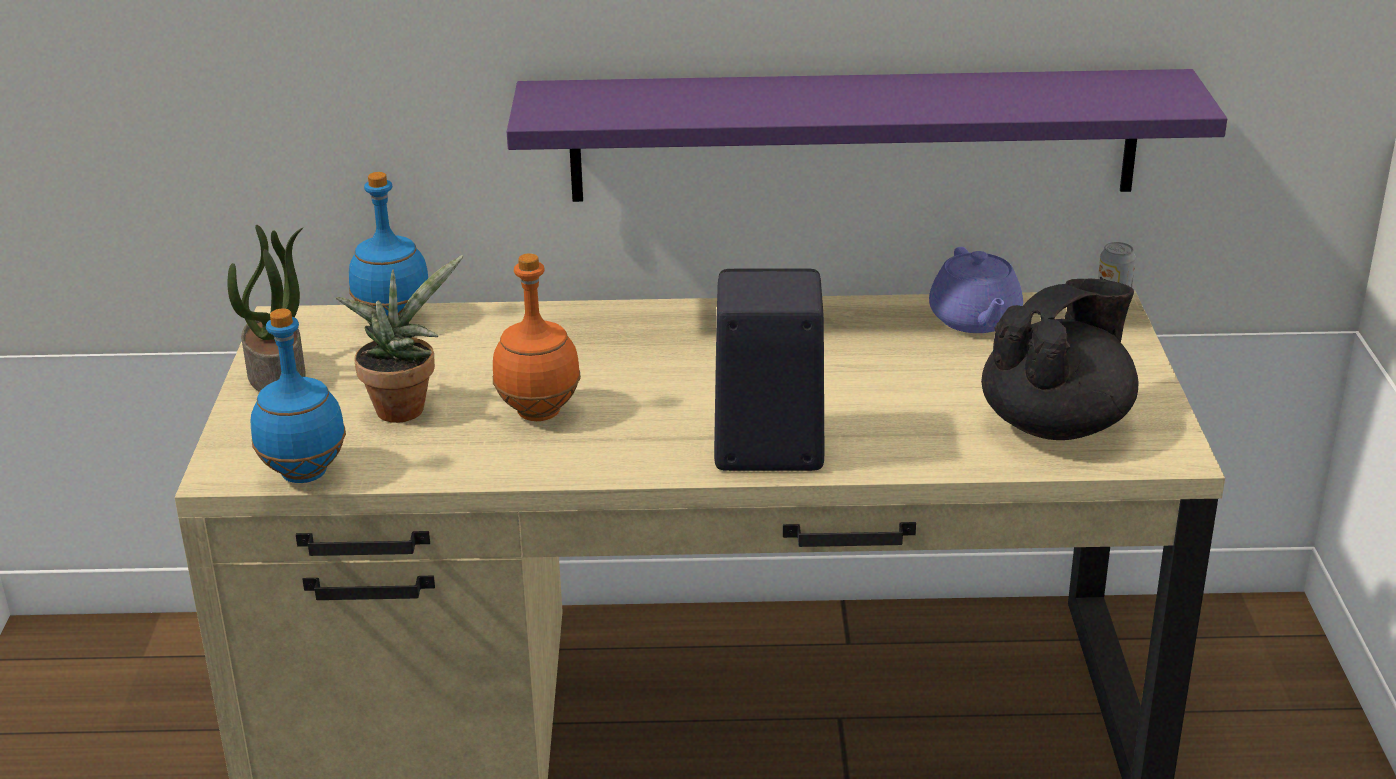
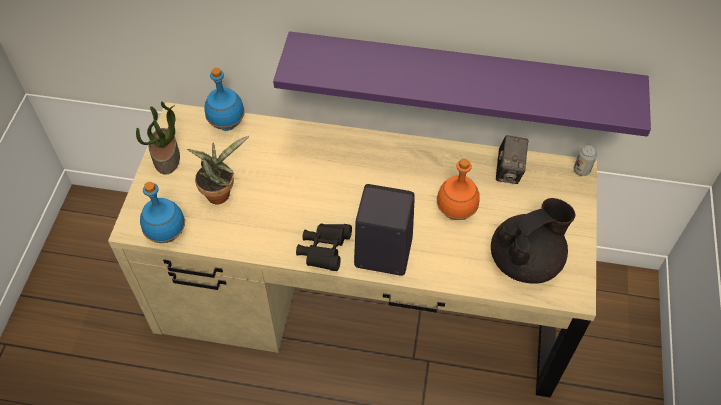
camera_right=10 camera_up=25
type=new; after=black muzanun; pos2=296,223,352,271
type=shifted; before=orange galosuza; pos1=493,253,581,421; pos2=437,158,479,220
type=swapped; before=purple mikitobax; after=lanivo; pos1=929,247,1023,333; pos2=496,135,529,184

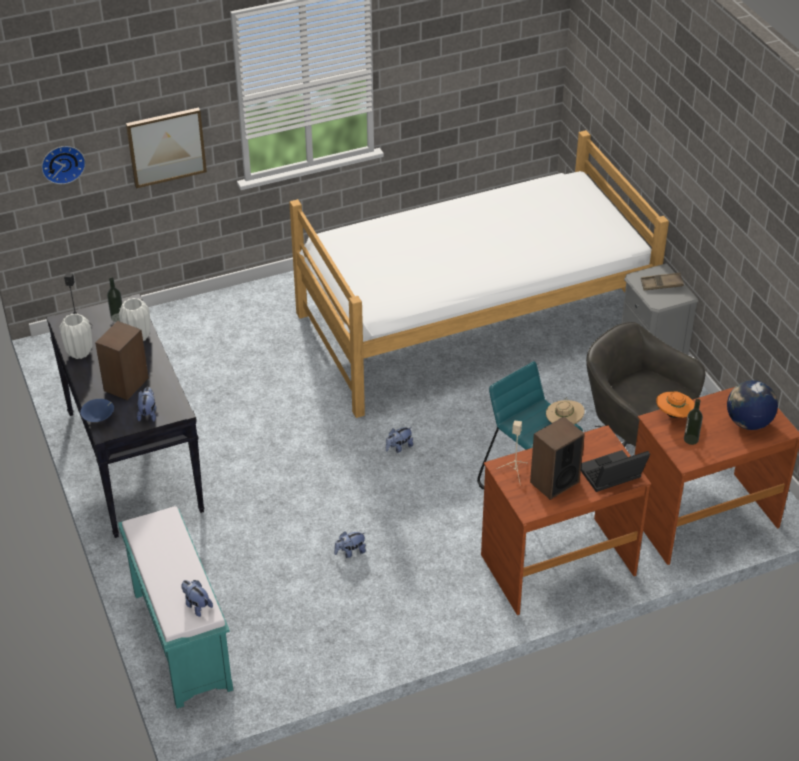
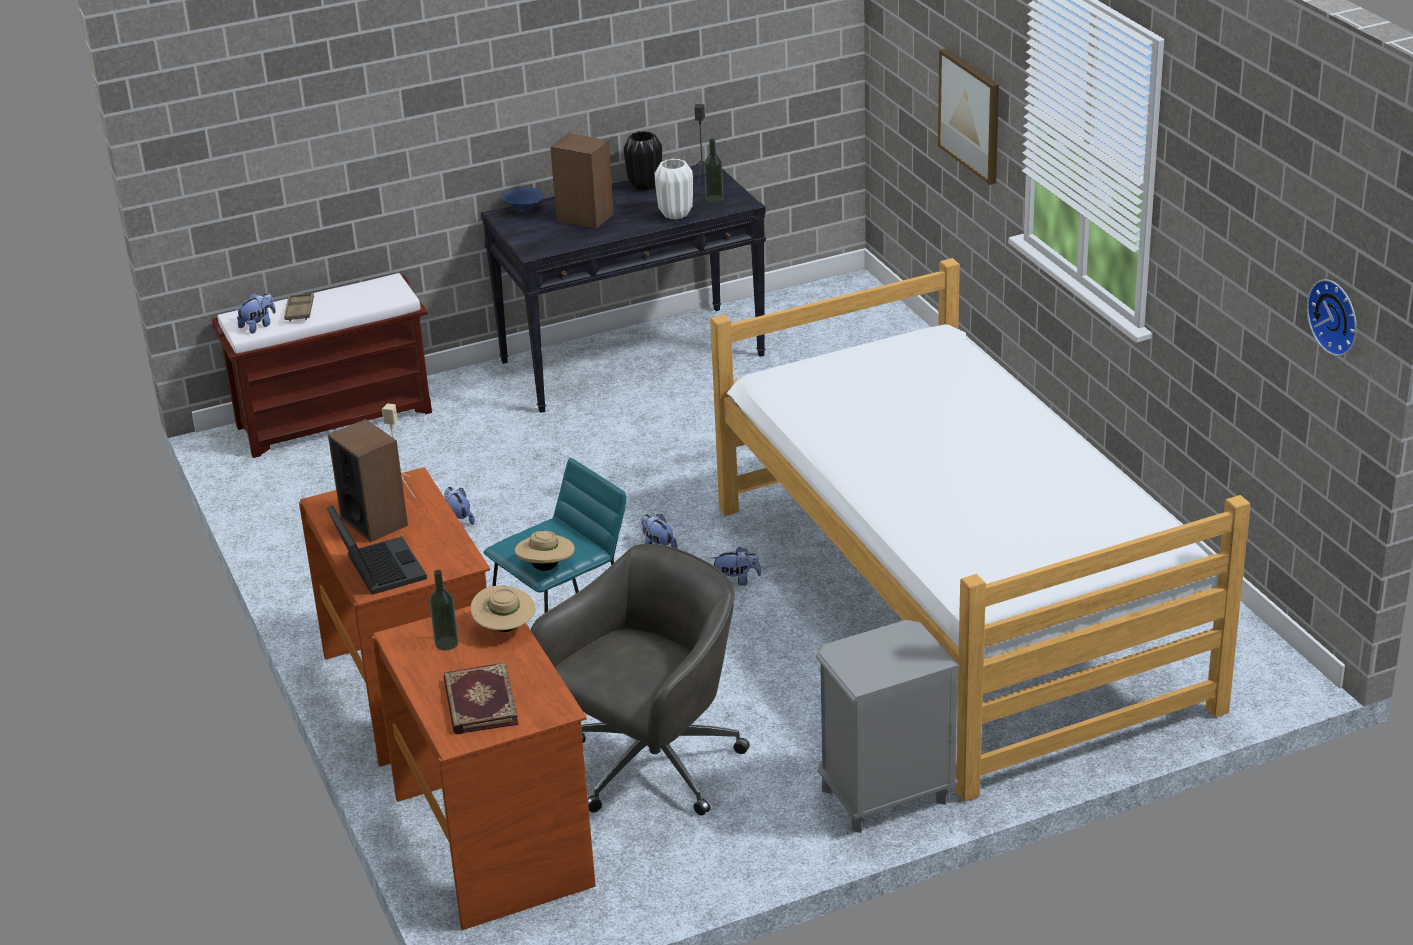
camera_right=90 camera_up=-10
type=repainted; before=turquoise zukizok; after=brown zukizok; pos1=118,506,233,709; pos2=212,273,432,458
type=shifted; before=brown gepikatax; pos1=641,273,684,290; pos2=284,293,314,321
type=swapped; before=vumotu; after=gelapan; pos1=727,380,778,430; pos2=443,662,519,734
type=repainted; before=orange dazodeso; after=beige dazodeso; pos1=656,391,695,418; pos2=471,585,535,632
type=repainted; before=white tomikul; after=black tomikul; pos1=59,313,93,359; pos2=624,131,662,191
type=shifted; before=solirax; pos1=137,387,156,421; pos2=712,547,761,586
type=shifted; before=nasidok; pos1=41,146,86,184; pos2=1307,279,1357,356

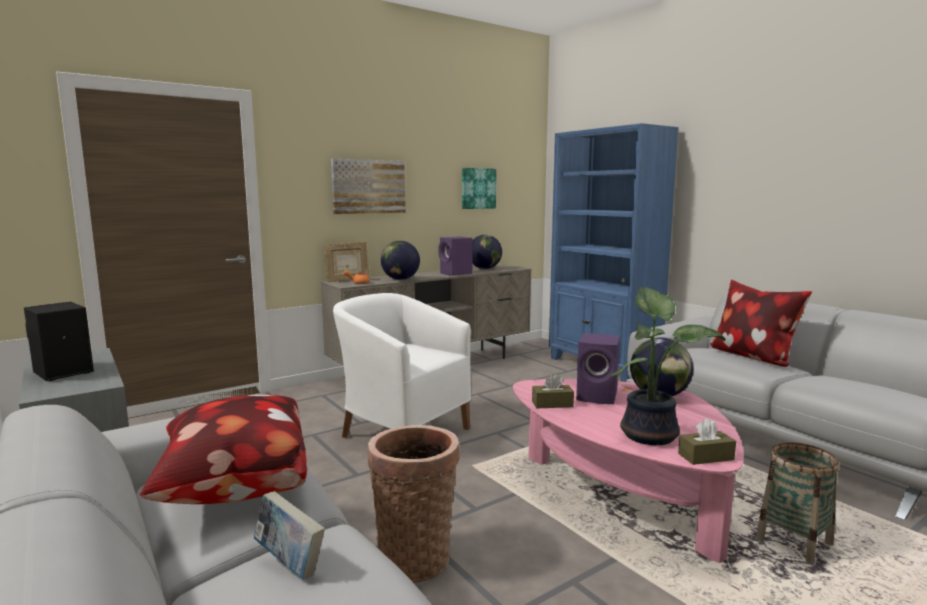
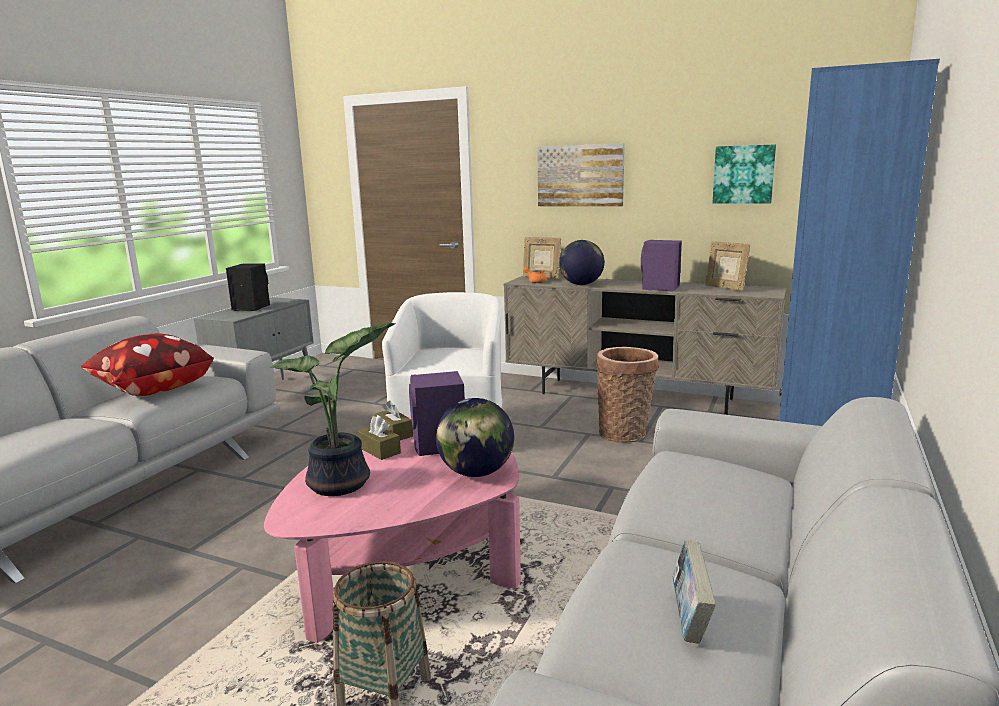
camera_right=60 camera_up=5
type=shifted; before=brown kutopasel; pos1=678,418,736,465; pos2=357,415,401,460
type=shifted; before=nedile; pos1=368,425,459,583; pos2=596,347,659,443
type=shifted; before=gelapan; pos1=254,491,325,580; pos2=672,540,716,644
type=swapped; before=vumotu; after=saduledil; pos1=472,235,502,269; pos2=706,241,750,291
type=gone; before=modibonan; pos1=709,280,812,367

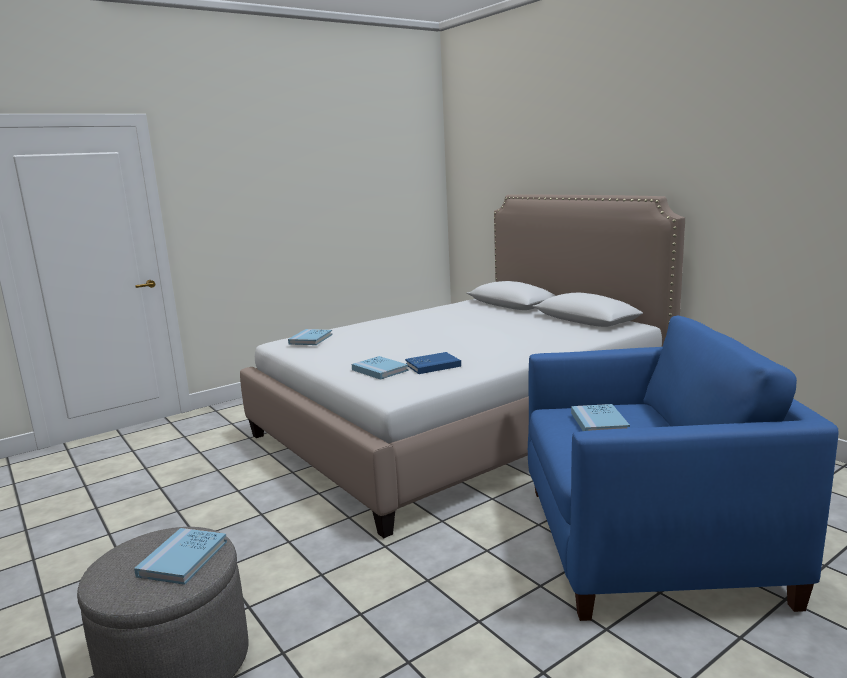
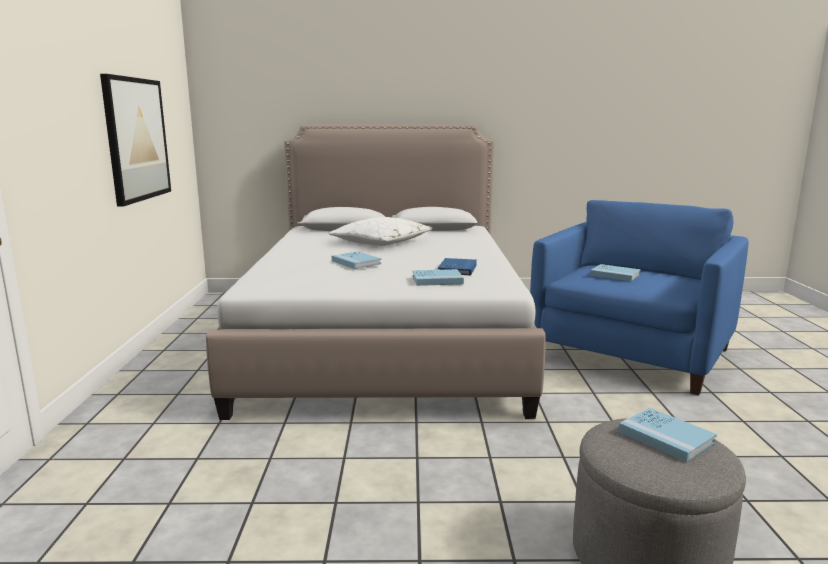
camera_right=-55 camera_up=0
type=new; after=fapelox; pos2=100,74,171,206
type=new; after=white modibonan; pos2=329,217,433,246
type=shifted; before=blue gelapan; pos1=288,329,332,345; pos2=332,251,381,269

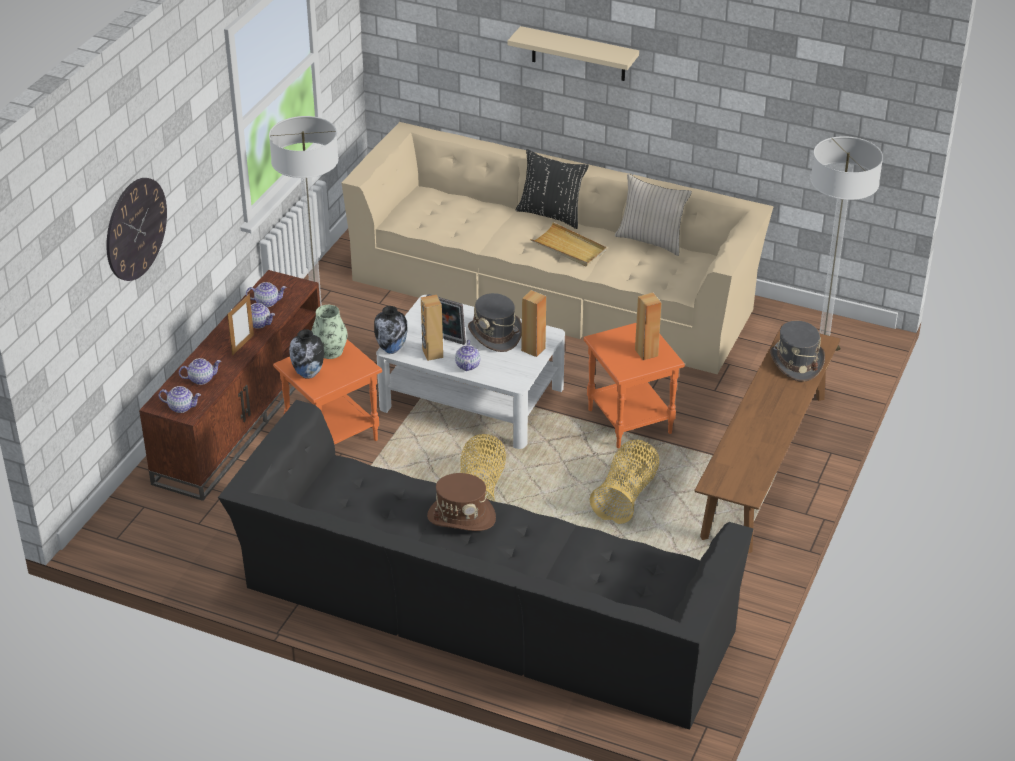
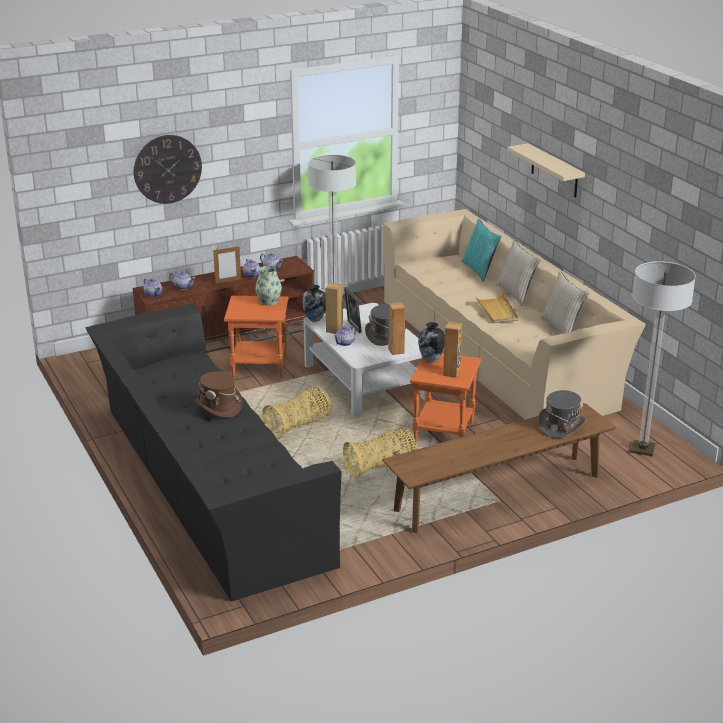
camera_right=40 camera_up=-10
type=shifted; before=tomikul; pos1=289,329,324,379; pos2=418,322,445,362
type=new; after=turquoise modibonan; pos2=461,219,502,282
type=repainted; before=black modibonan; after=beige modibonan; pos1=516,149,589,229; pos2=496,240,541,306

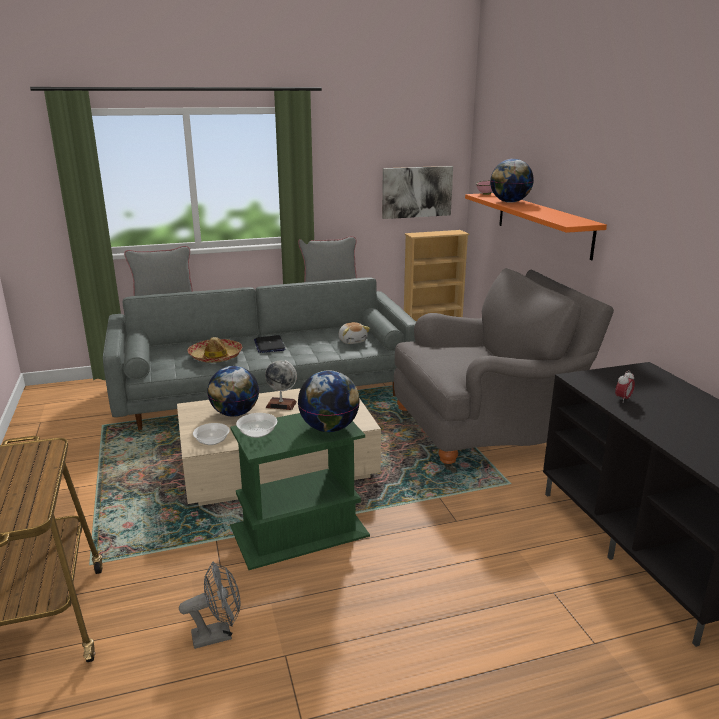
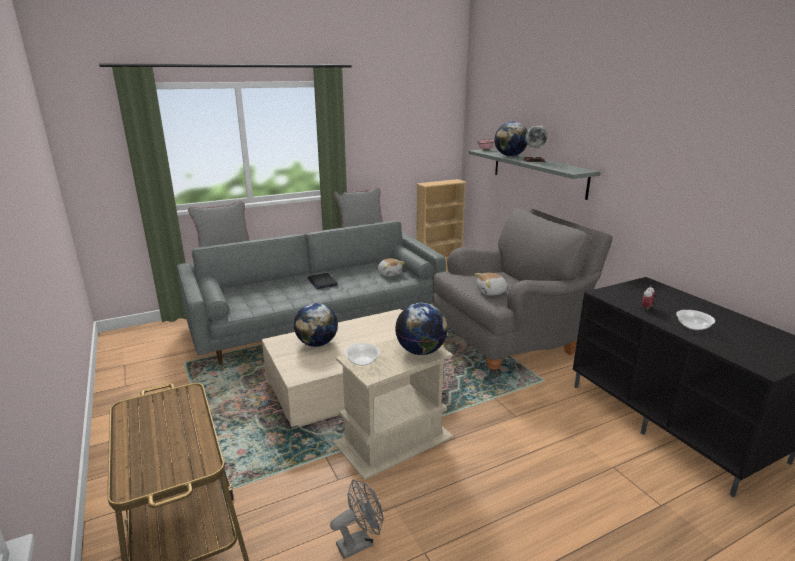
camera_right=-10 camera_up=0
type=repainted; before=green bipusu; after=beige bipusu; pos1=230,413,370,570; pos2=333,338,453,480
type=repainted; before=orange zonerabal; after=grey zonerabal; pos1=465,193,607,260; pos2=469,149,601,200
type=new; after=solirax; pos2=474,273,509,296
type=shifted; before=vumotu; pos1=265,360,297,410; pos2=523,125,549,162
type=shifted; before=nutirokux; pos1=193,423,230,445; pos2=676,310,715,330
type=gone; before=dazodeso; pos1=187,337,242,363
type=gone; before=fapelox; pos1=382,166,453,219

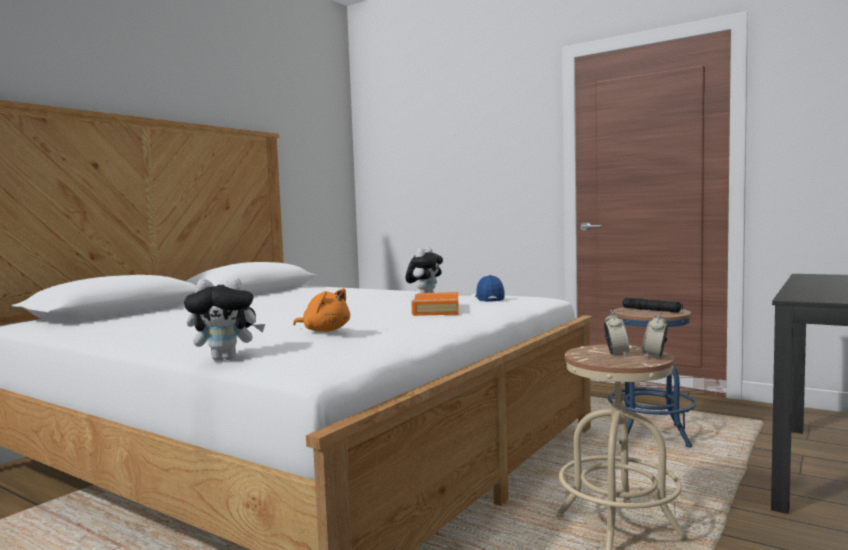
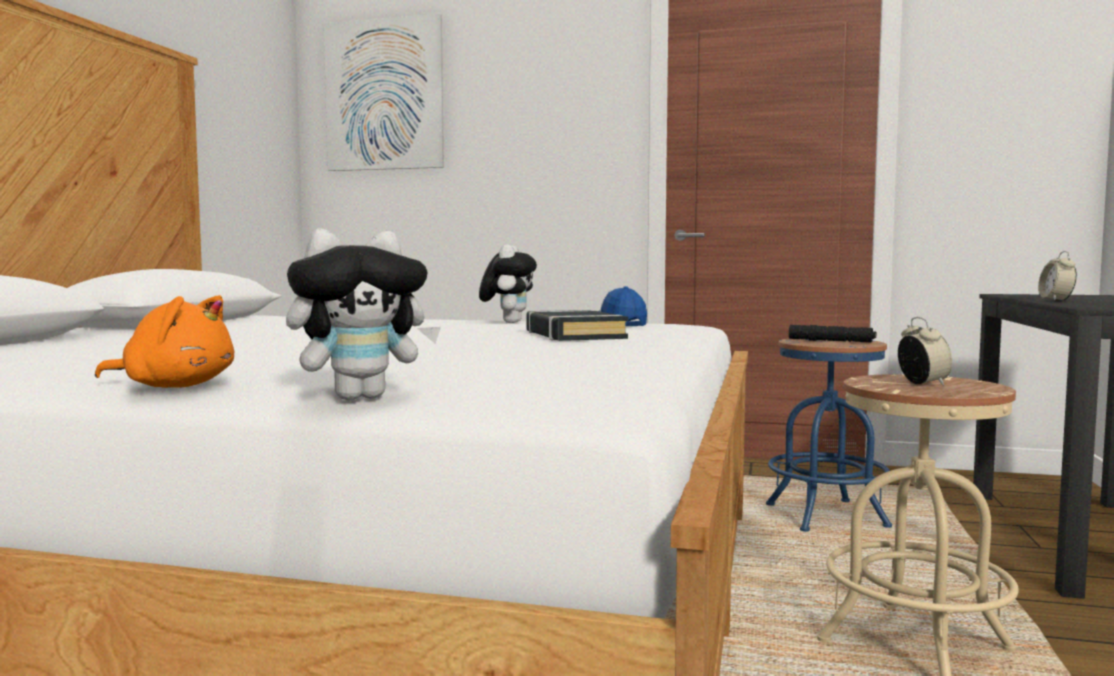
camera_right=-20 camera_up=0
type=shifted; before=orange solirax; pos1=293,288,350,332; pos2=95,295,234,388
type=new; after=fapelox; pos2=324,14,444,171
type=repainted; before=orange gelapan; after=black gelapan; pos1=411,292,459,316; pos2=526,310,628,341
type=shifted; before=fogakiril; pos1=642,312,668,359; pos2=1038,251,1077,300

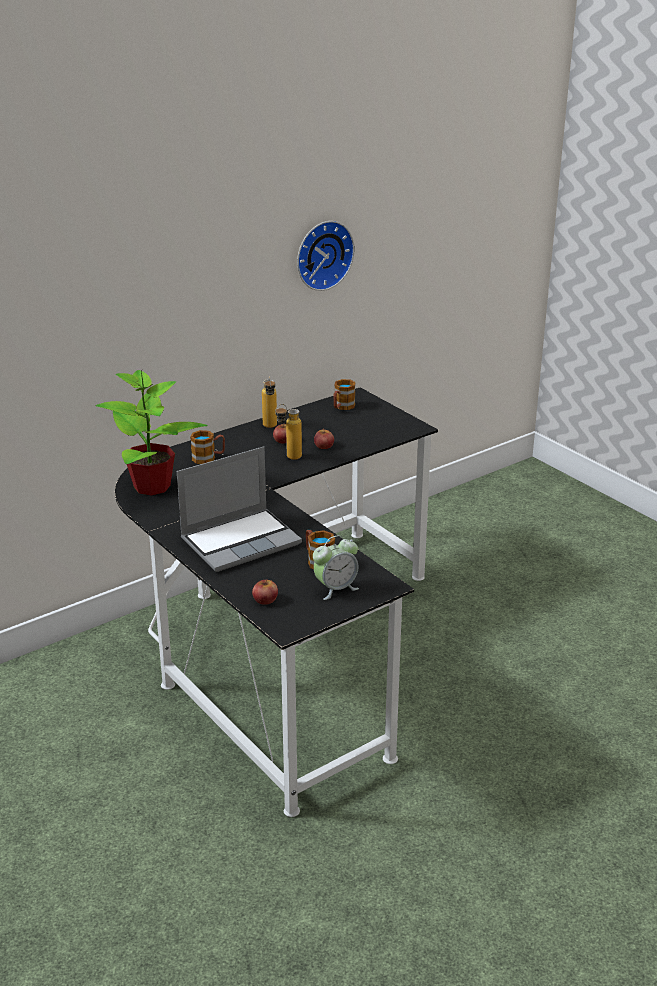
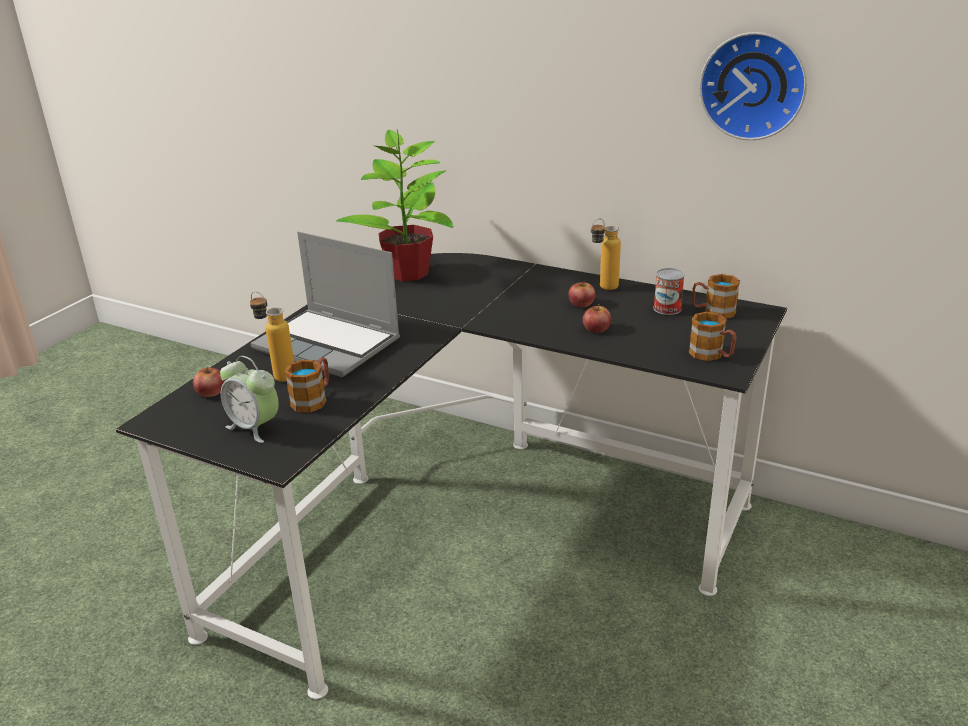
camera_right=65 camera_up=0
type=shifted; before=galosuza; pos1=275,404,302,460; pos2=250,291,294,382
type=new; after=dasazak; pos2=653,268,685,315
type=shifted; before=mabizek; pos1=190,430,225,464; pos2=688,312,737,361

